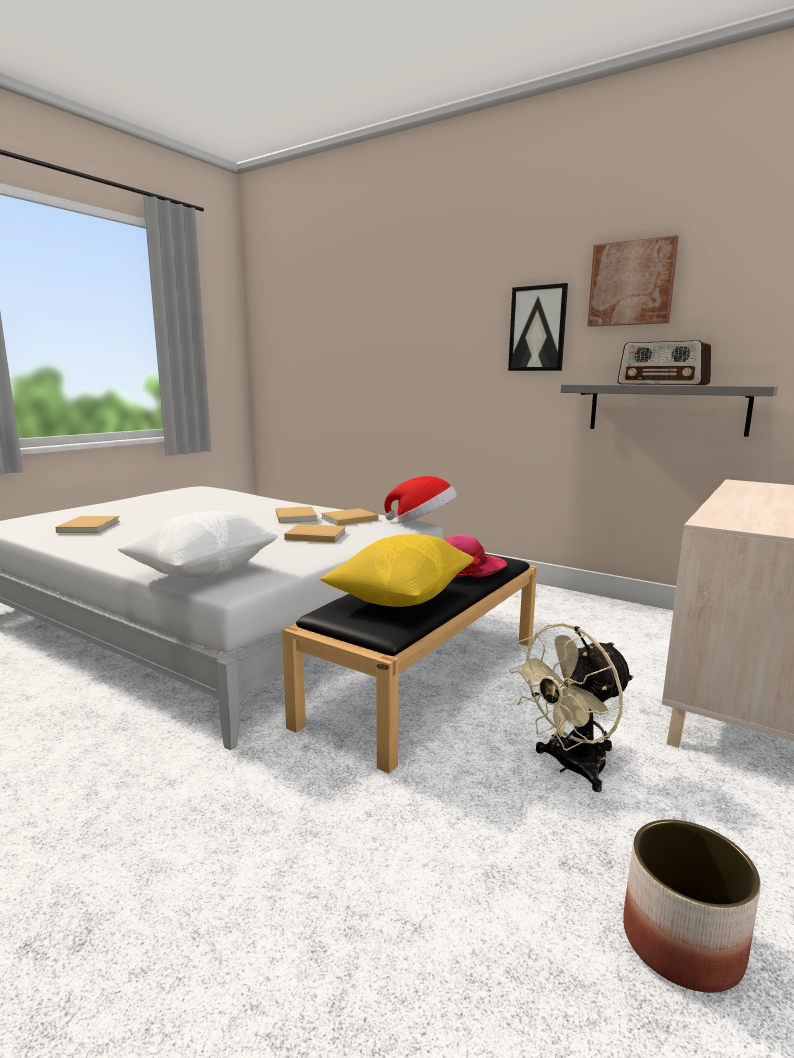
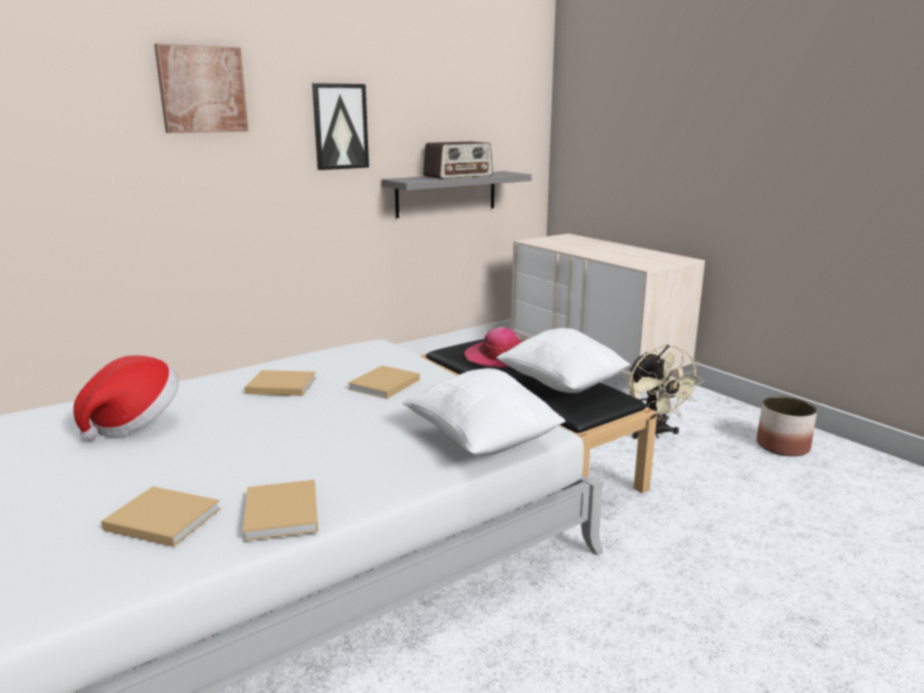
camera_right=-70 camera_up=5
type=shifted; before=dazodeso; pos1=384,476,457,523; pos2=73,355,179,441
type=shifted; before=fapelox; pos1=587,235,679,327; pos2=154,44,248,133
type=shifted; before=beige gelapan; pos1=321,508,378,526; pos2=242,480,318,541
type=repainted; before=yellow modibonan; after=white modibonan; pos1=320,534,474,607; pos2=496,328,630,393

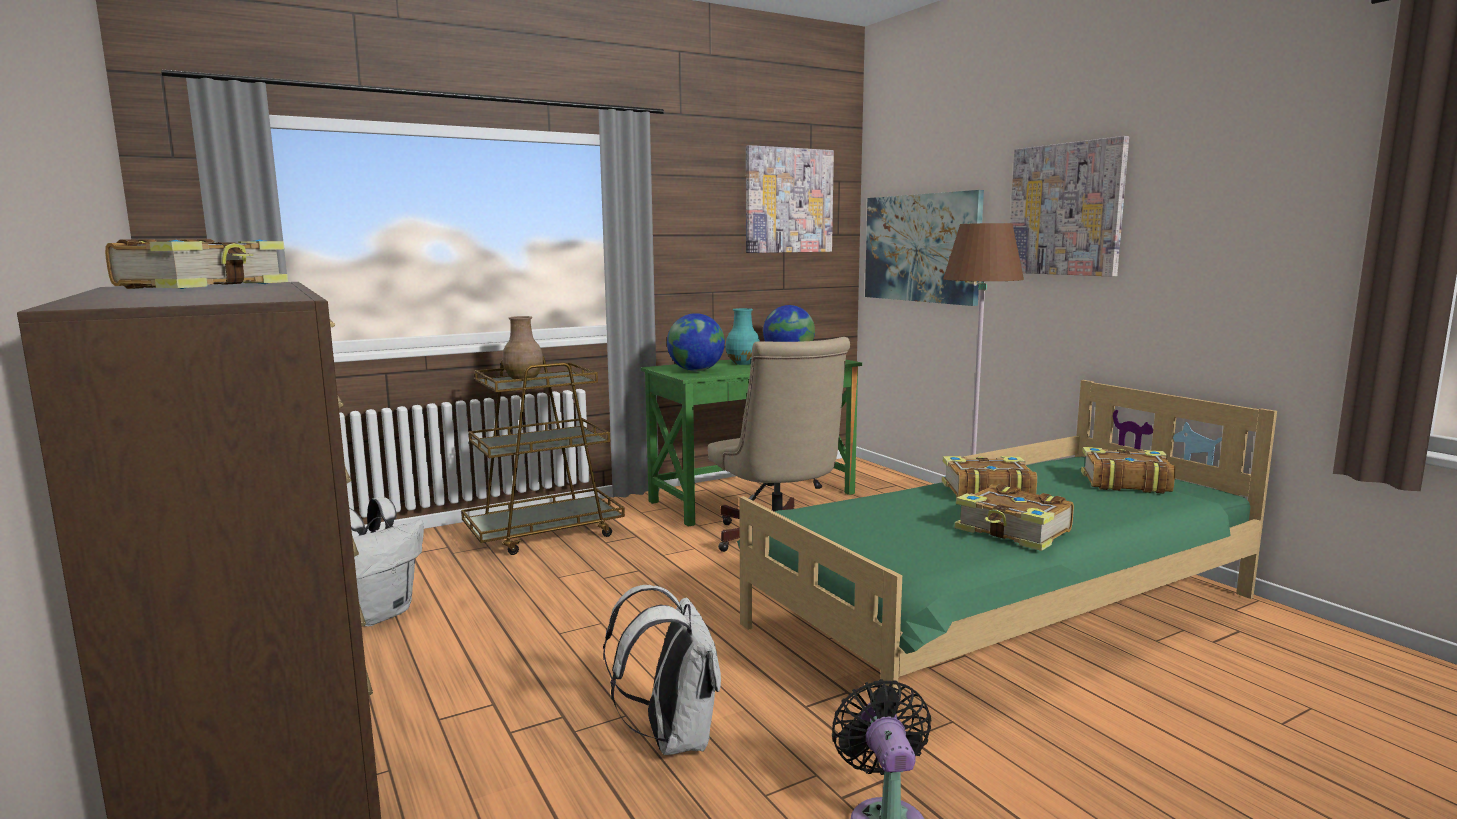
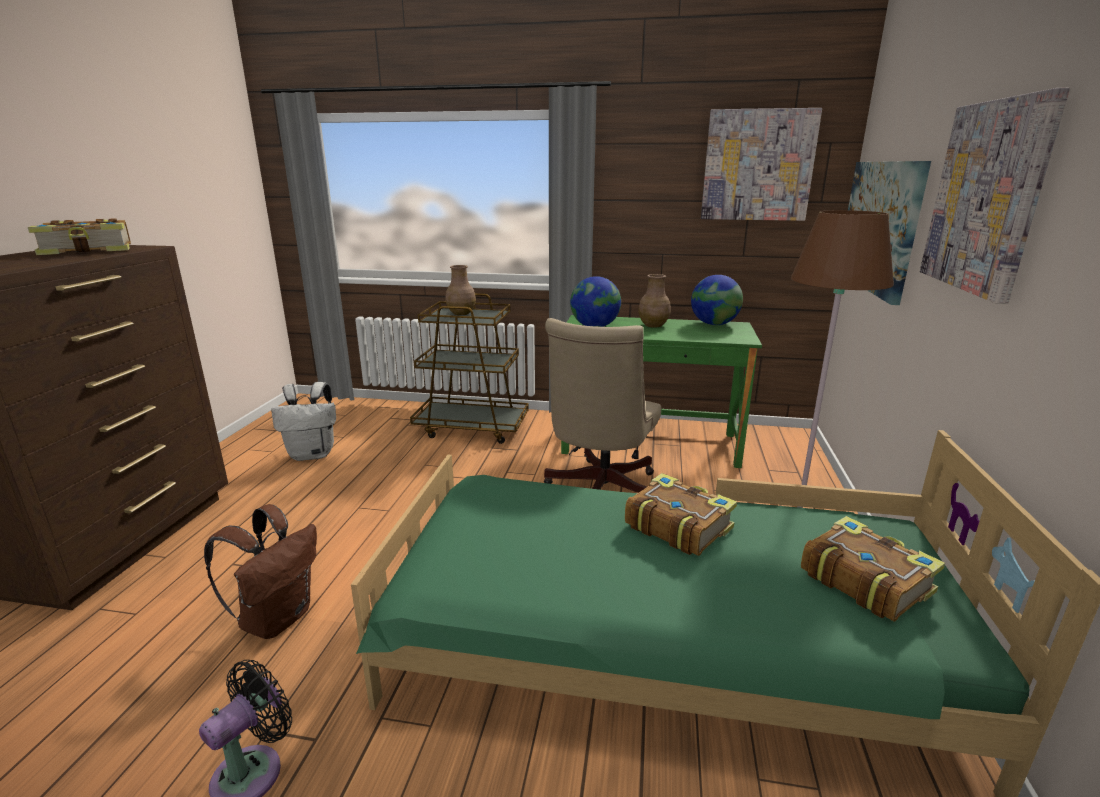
camera_right=40 camera_up=10
type=repainted; before=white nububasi; after=brown nububasi; pos1=603,585,721,755; pos2=204,504,317,639
type=repainted; before=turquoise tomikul; after=brown tomikul; pos1=726,308,760,365; pos2=638,274,671,328
type=gone; before=gelapan; pos1=955,484,1074,551

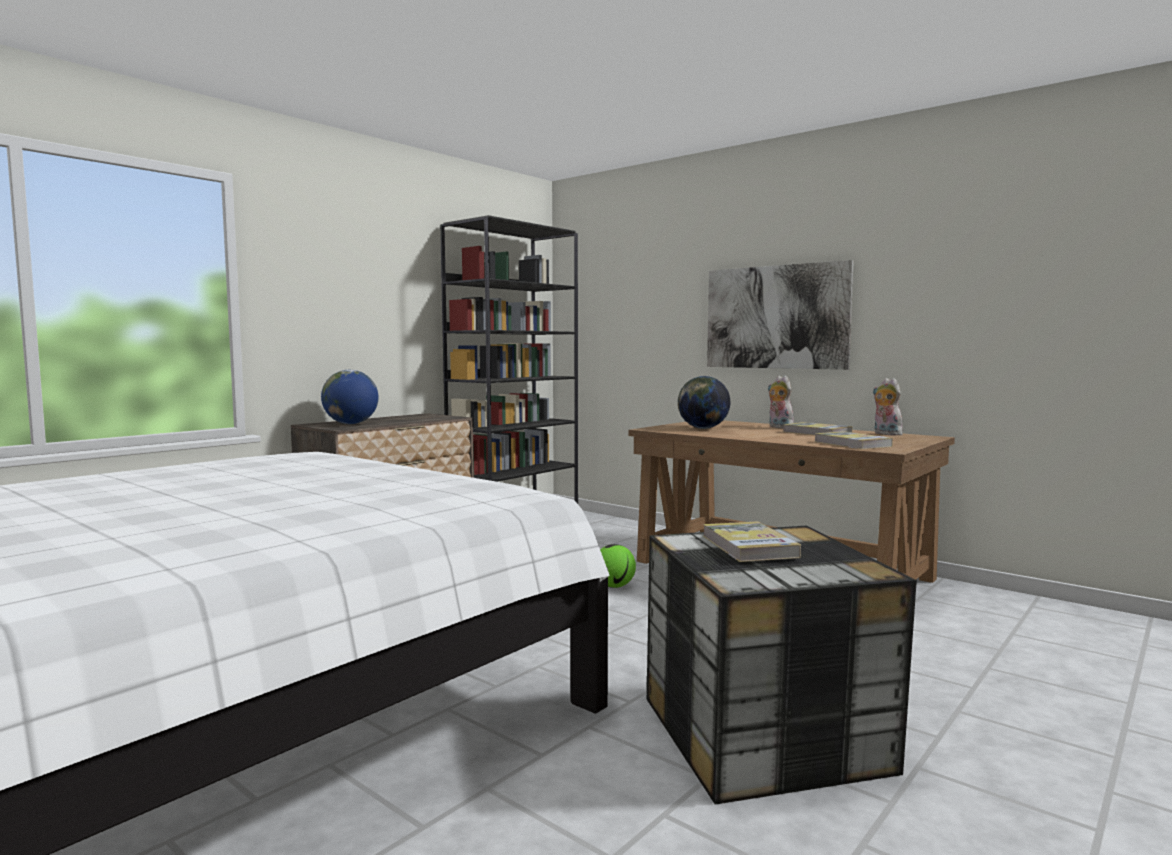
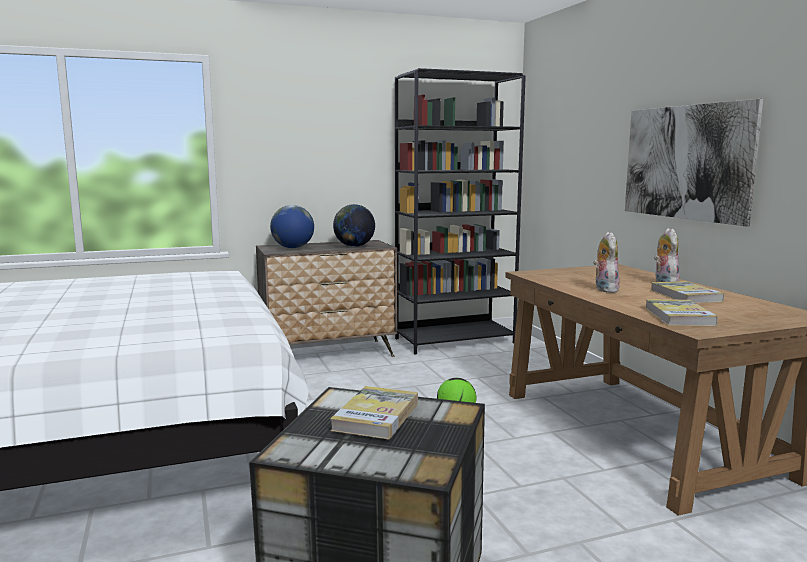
camera_right=30 camera_up=5
type=shifted; before=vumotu; pos1=678,376,730,429; pos2=333,204,375,247
type=shifted; before=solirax; pos1=872,378,904,435; pos2=593,232,620,293

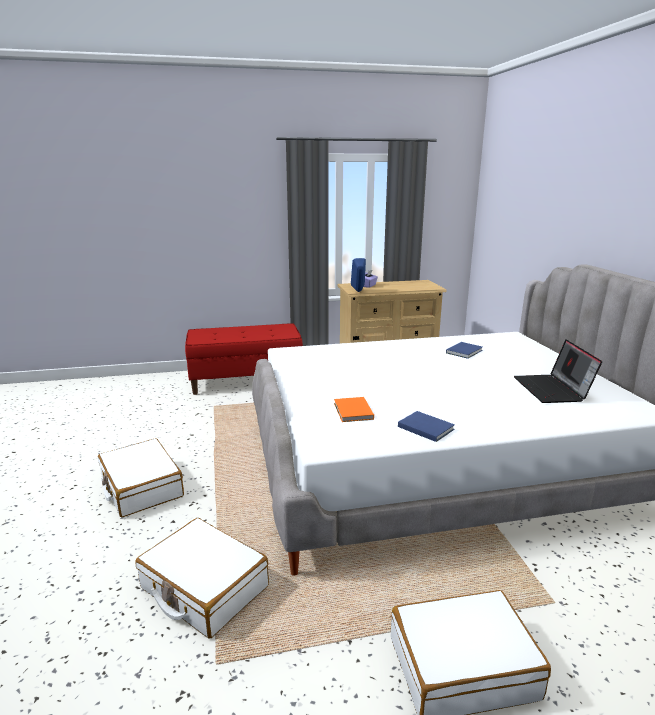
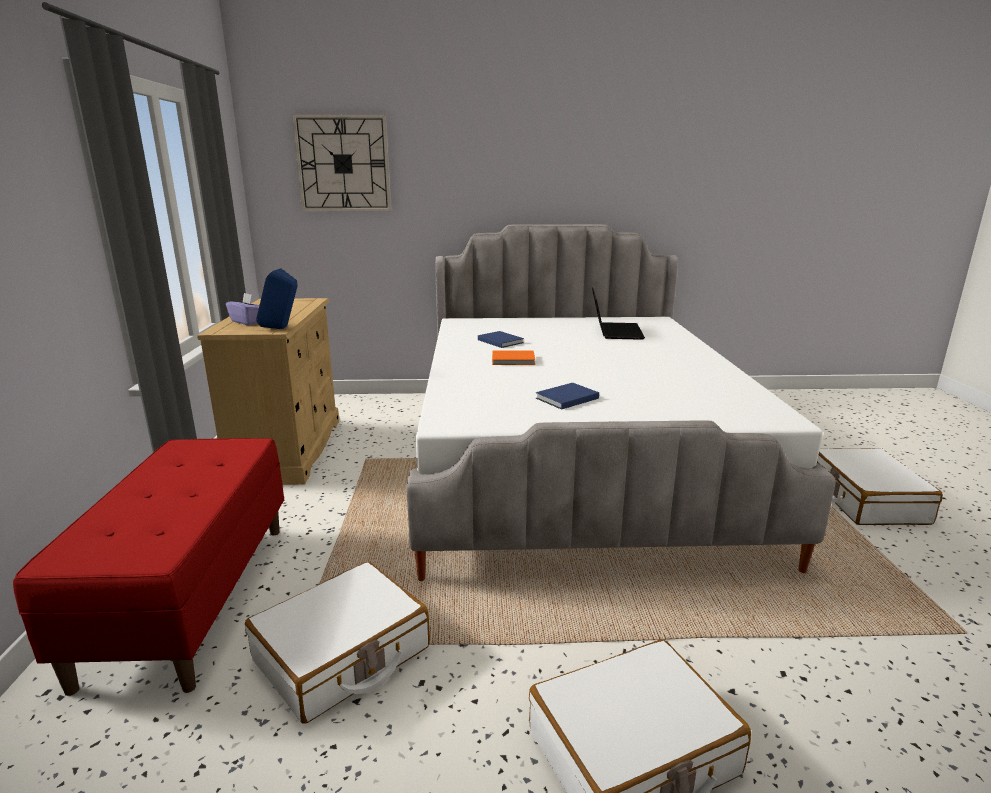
camera_right=-80 camera_up=0
type=shifted; before=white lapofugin; pos1=135,518,269,638; pos2=245,562,430,724
type=new; after=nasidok; pos2=292,114,391,211
type=shifted; before=orange gelapan; pos1=334,397,374,422; pos2=492,351,535,365
type=shifted; before=blue gelapan; pos1=398,411,455,442; pos2=536,383,599,410
type=rotated; before=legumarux; pos1=514,340,602,403; pos2=592,287,645,340; turn=-90

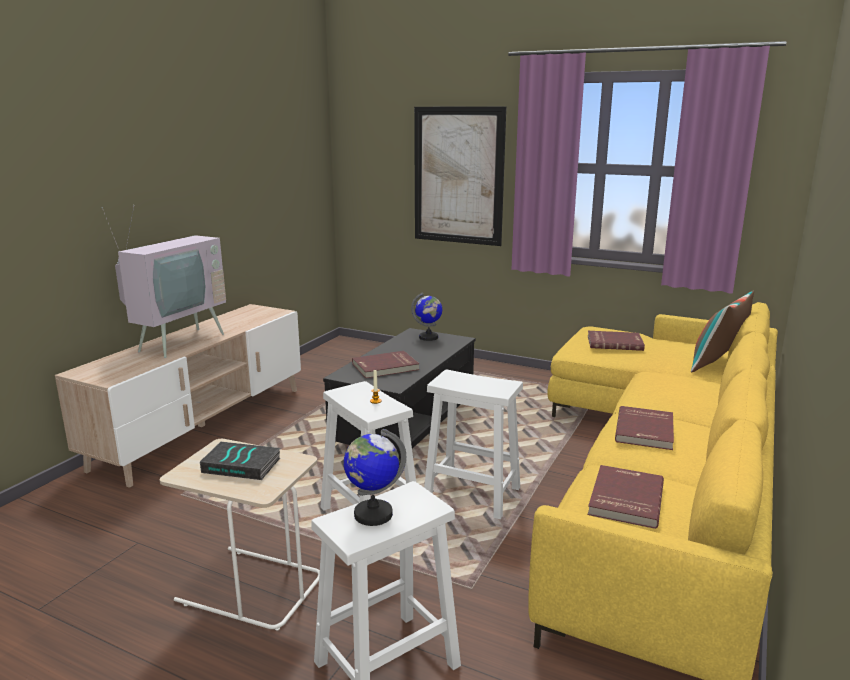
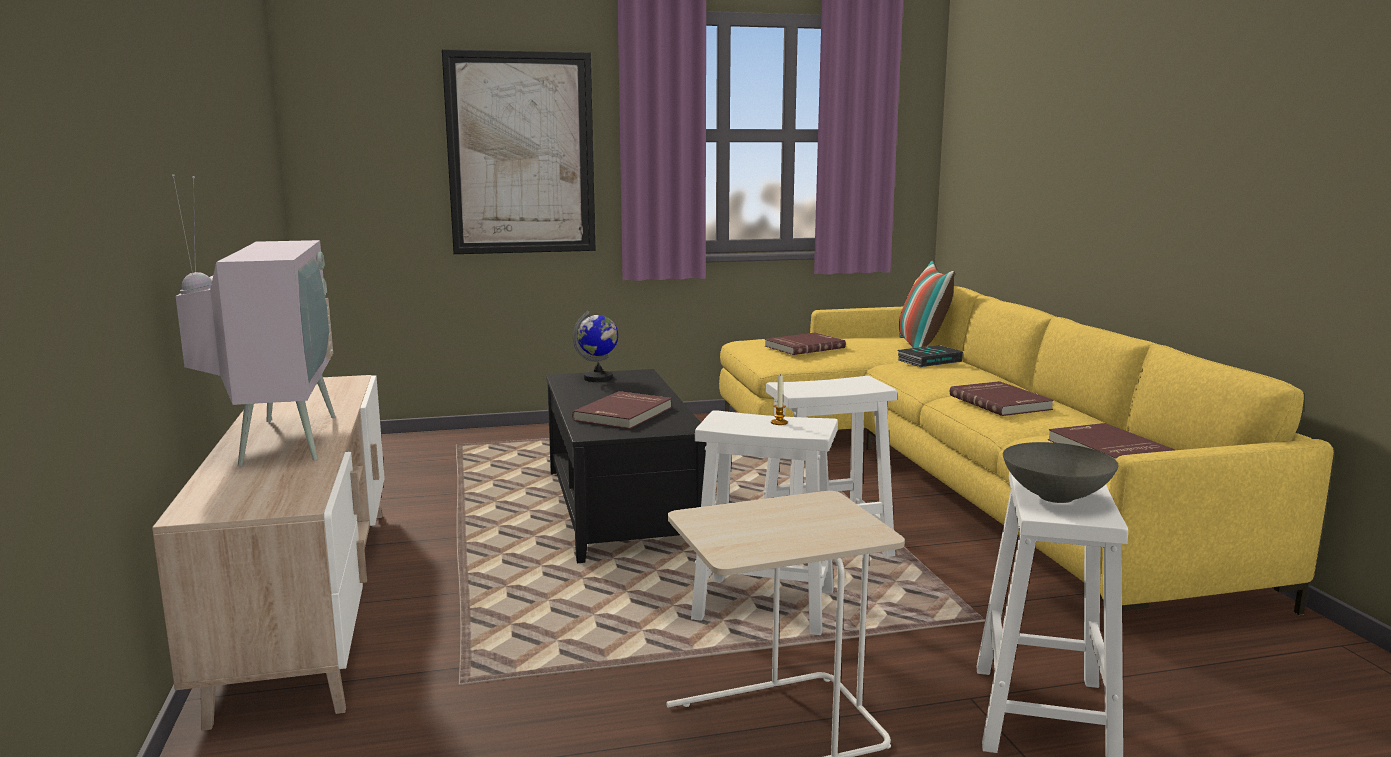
camera_right=-40 camera_up=-5
type=shifted; before=gelapan; pos1=200,442,280,480; pos2=897,345,963,367
type=swapped; before=vumotu; after=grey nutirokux; pos1=344,429,406,526; pos2=1003,442,1118,503

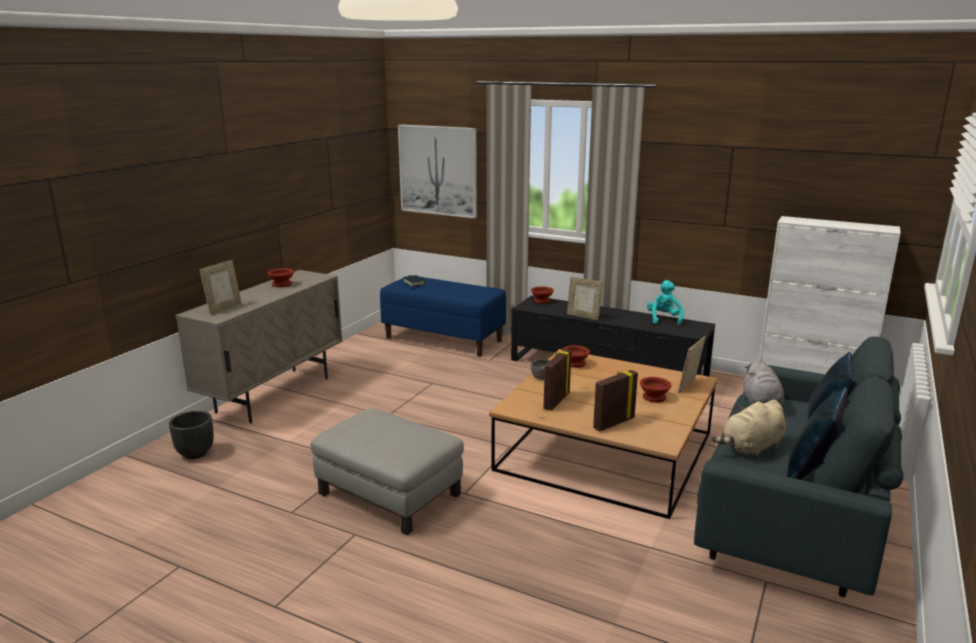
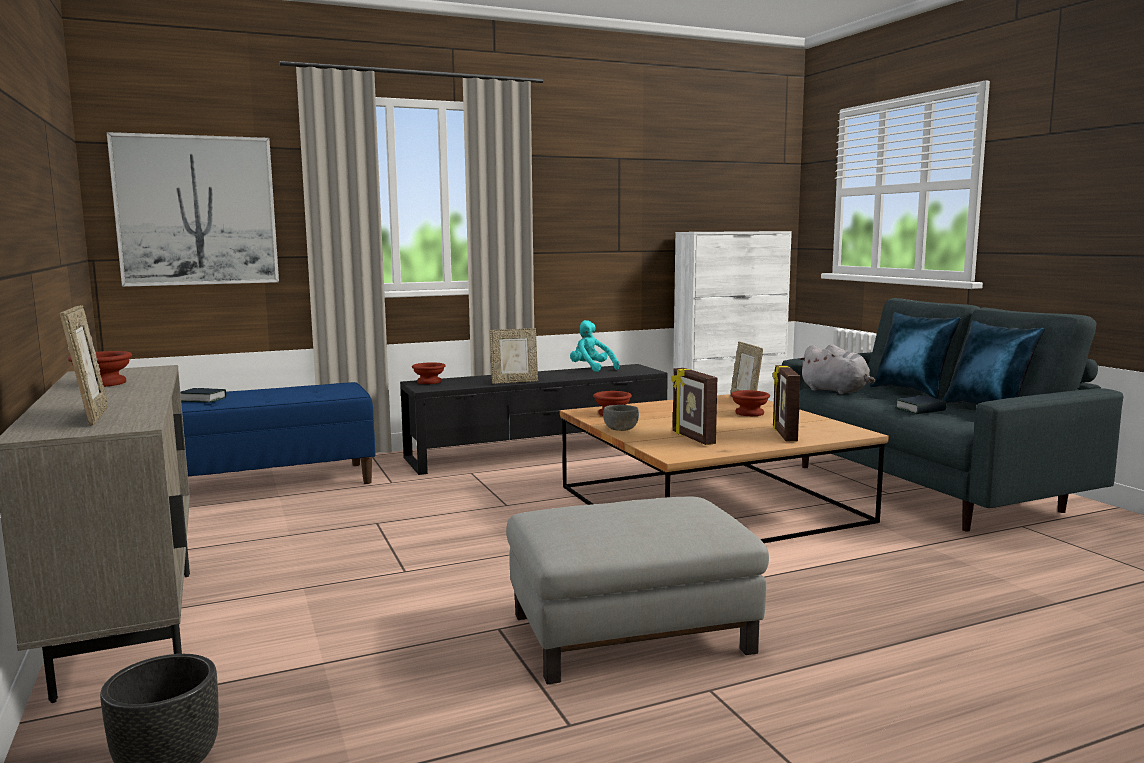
camera_right=-50 camera_up=-10
type=swapped; before=beige solirax; after=gelapan; pos1=712,400,786,458; pos2=895,396,947,414

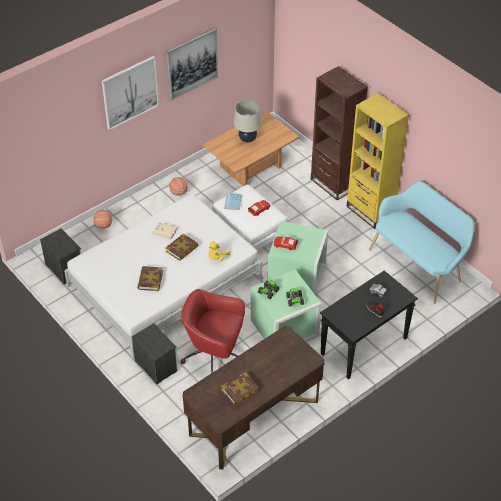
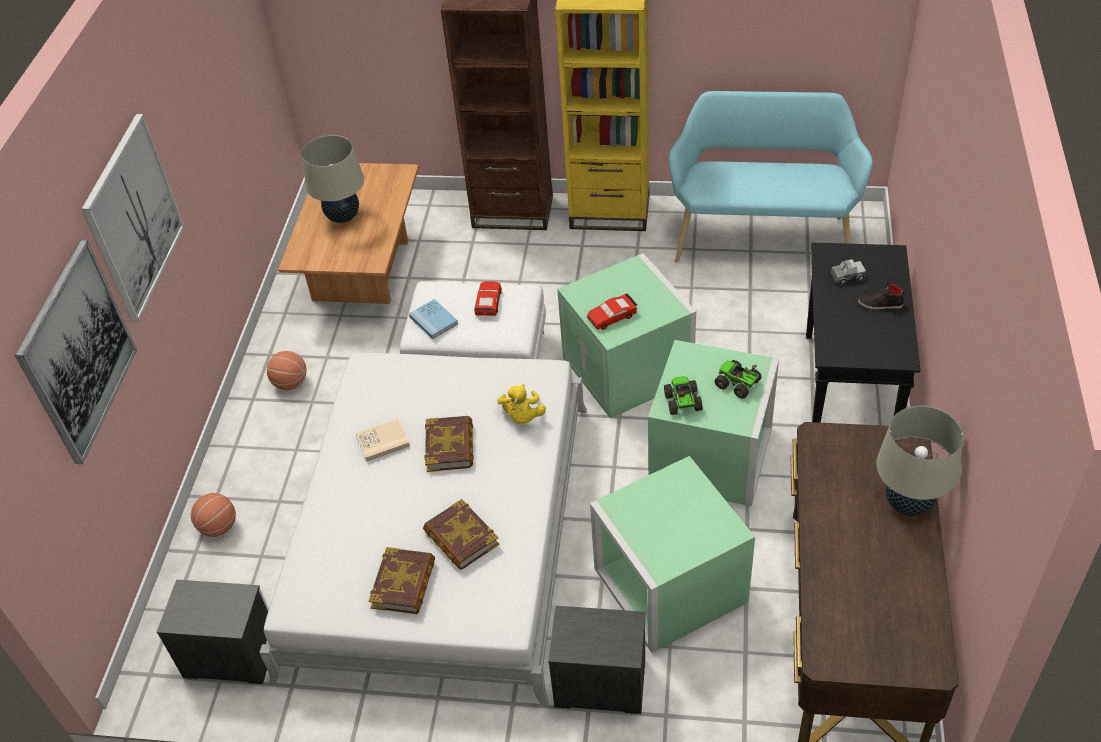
camera_right=-40 camera_up=0
type=shifted; before=fapelox; pos1=166,28,218,101; pos2=15,240,137,464
type=shifted; before=gelapan; pos1=221,372,259,405; pos2=369,547,435,614
type=swapped; before=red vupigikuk; after=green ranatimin; pos1=181,289,245,373; pos2=590,456,755,653
type=new; after=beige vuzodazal; pos2=876,405,964,516

